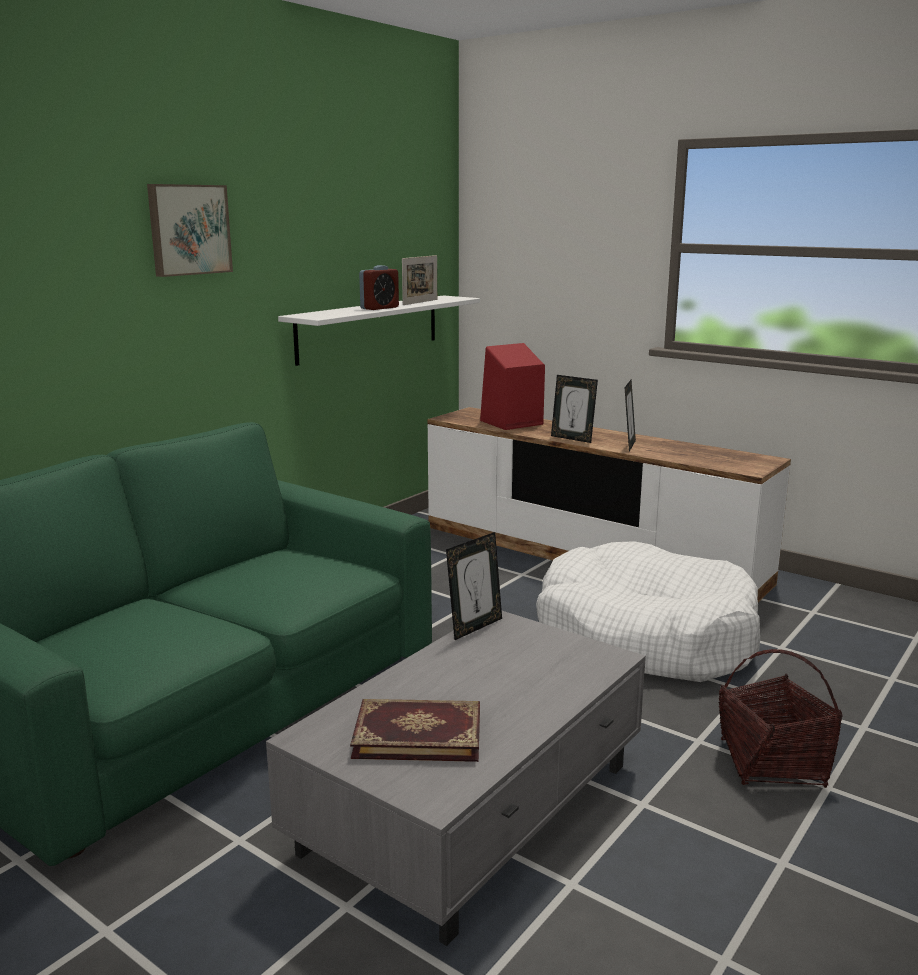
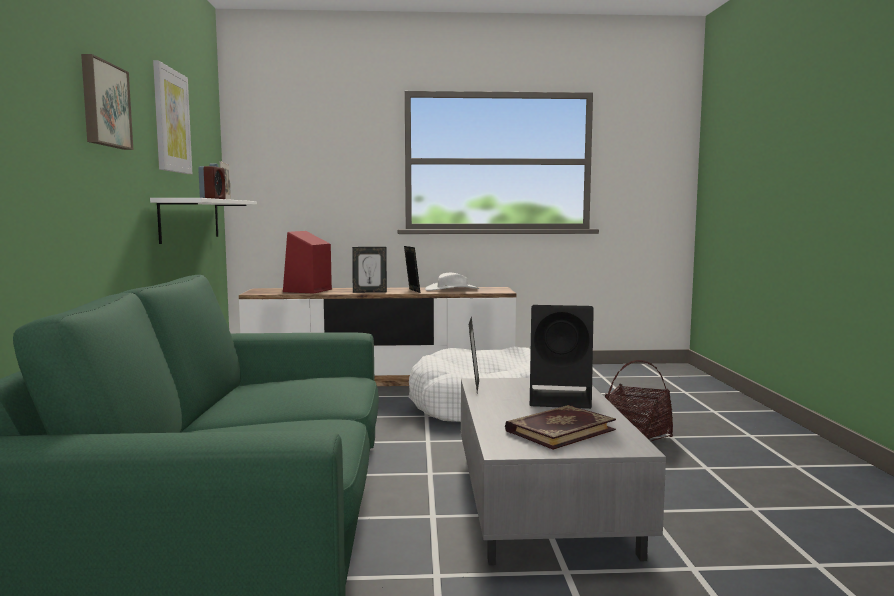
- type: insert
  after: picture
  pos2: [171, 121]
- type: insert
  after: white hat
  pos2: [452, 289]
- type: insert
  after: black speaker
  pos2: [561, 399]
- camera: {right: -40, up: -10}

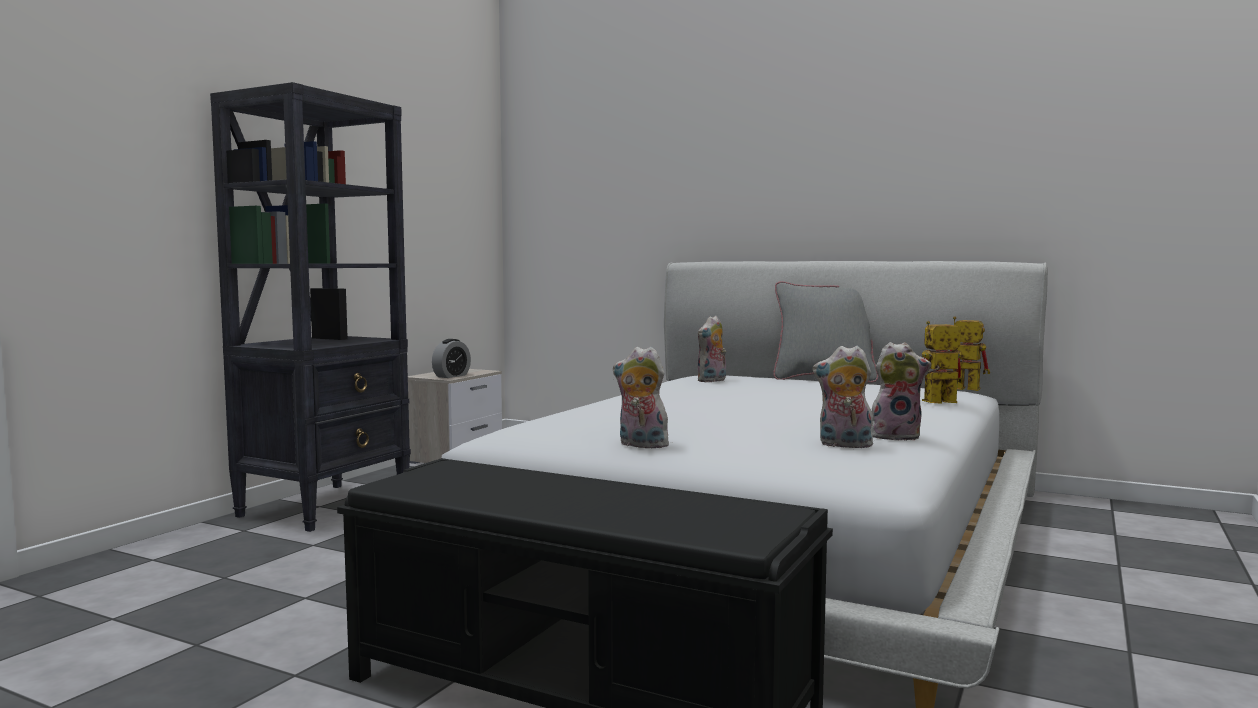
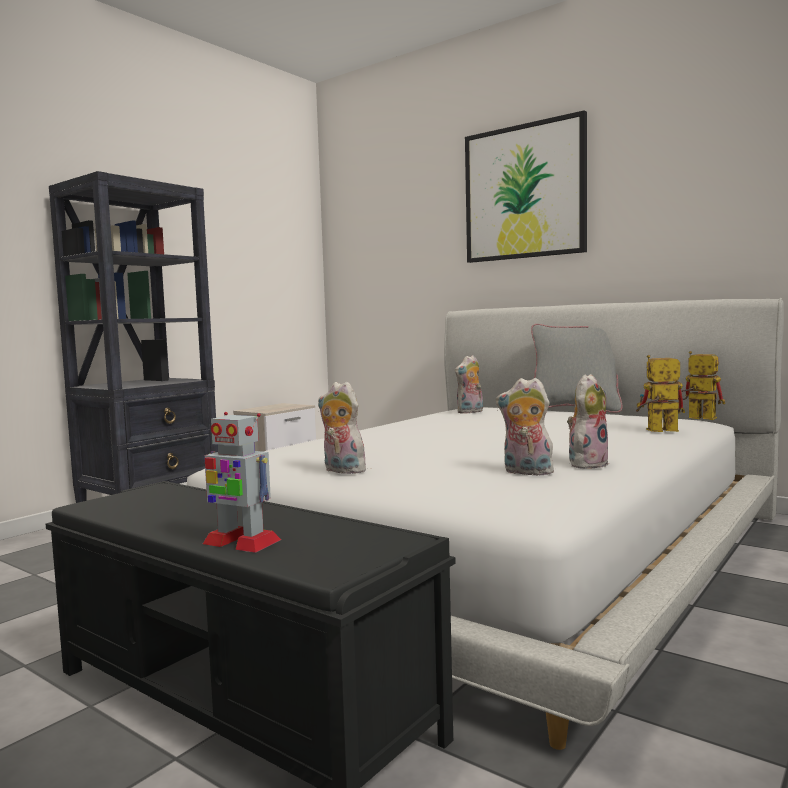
- type: insert
  after: toy robot
  pos2: [240, 542]
- type: insert
  after: picture
  pos2: [524, 192]
- type: rotate
  before: plush toy
  pos1: [896, 436]
  pos2: [587, 464]
  turn: -60
- type: delete
  before: alarm clock
  pos1: [451, 376]
- camera: {right: 10, up: 0}

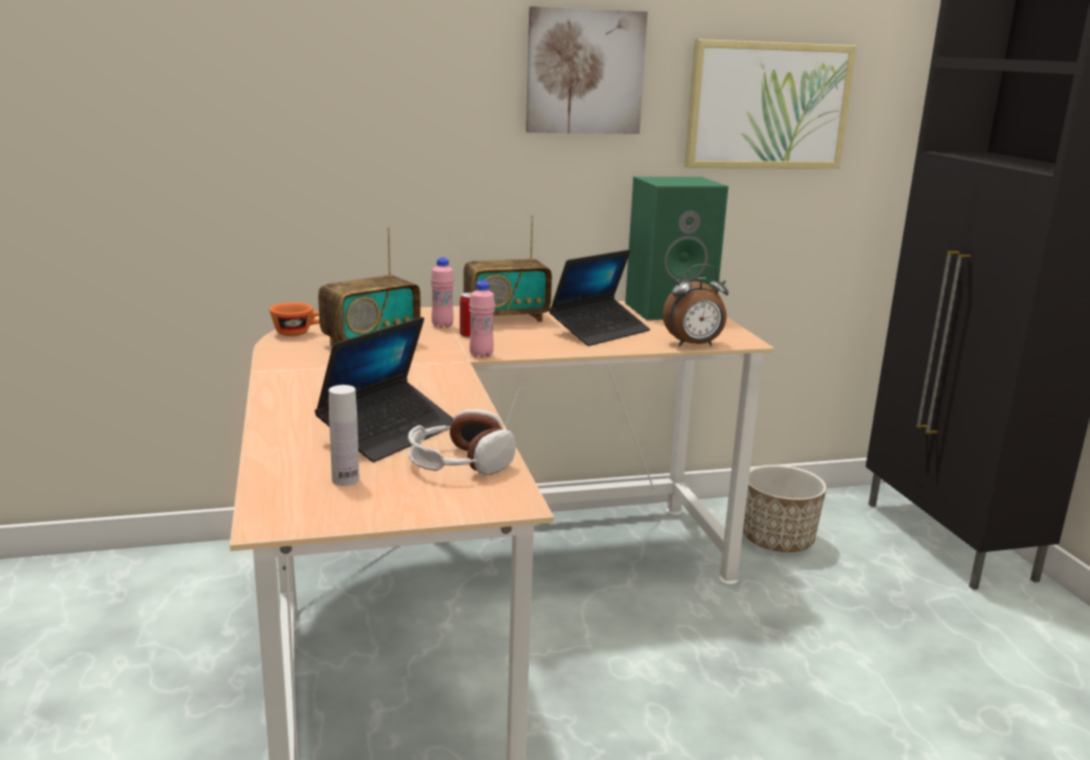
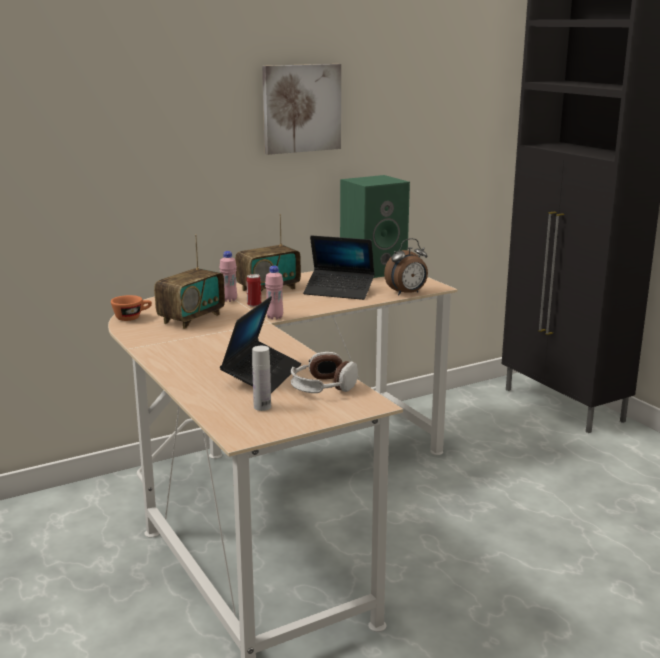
- type: rotate
  before: laptop
  pos1: [599, 331]
  pos2: [339, 291]
  turn: 75
- type: delete
  before: picture
  pos1: [767, 106]
- type: delete
  before: planter
  pos1: [777, 540]
- camera: {right: -15, up: 0}

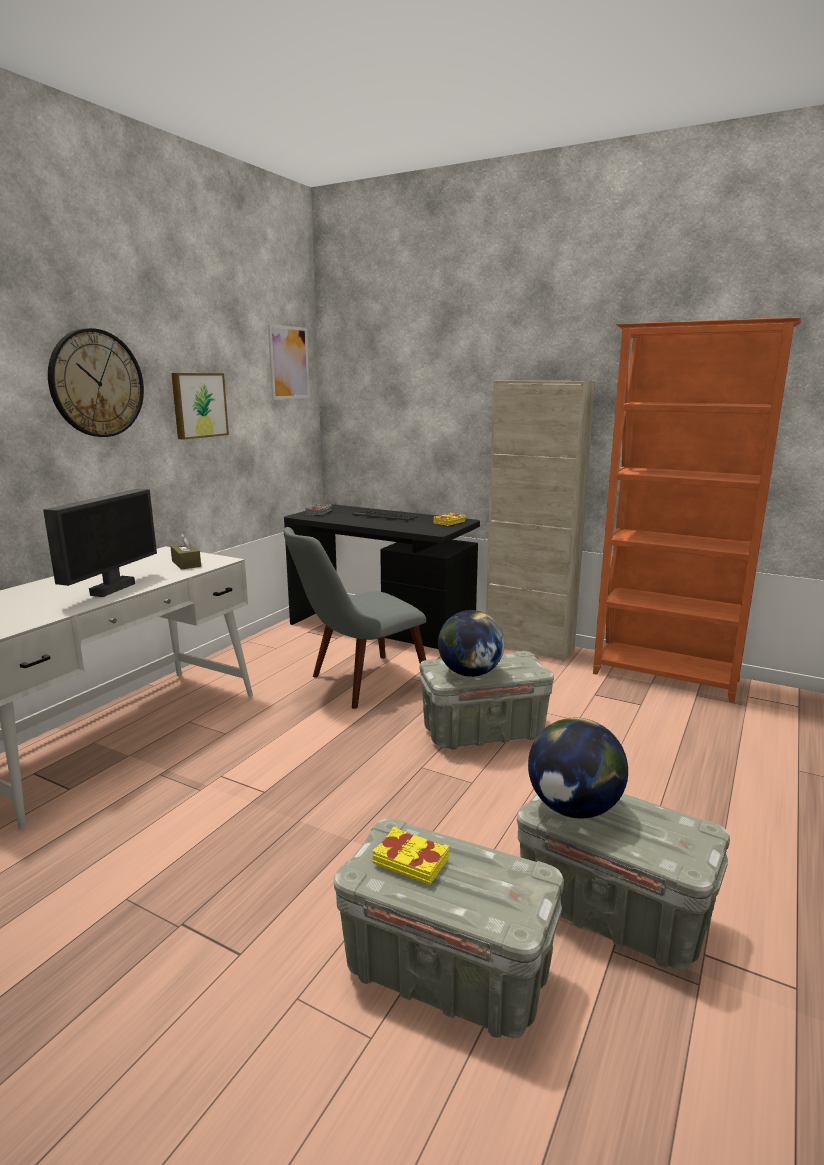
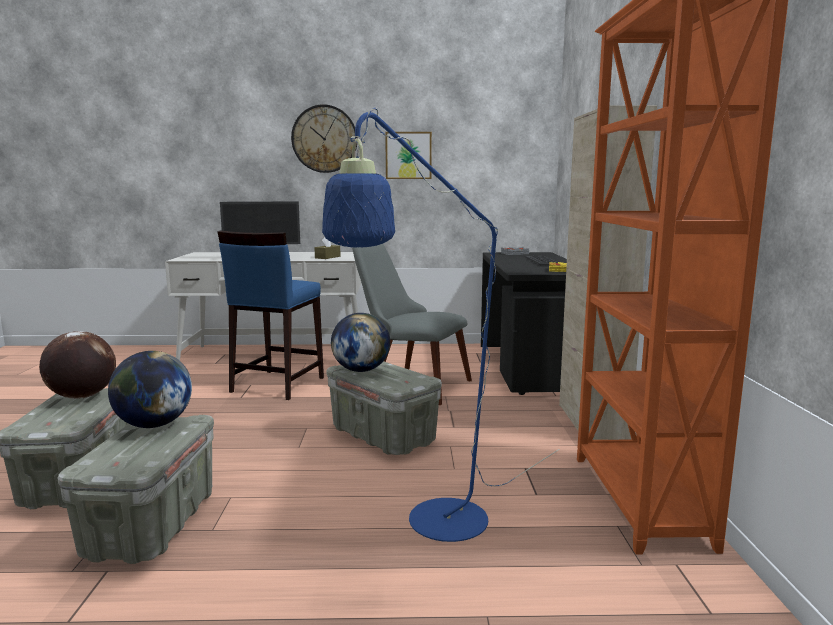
- type: replace
  before: yellow book
  after: globe
  pos1: [411, 860]
  pos2: [82, 396]
- type: insert
  after: blue stool
  pos2: [276, 385]
- type: insert
  after: blue floor lamp
  pos2: [434, 528]
- type: delete
  before: picture
  pos1: [289, 363]
- camera: {right: 60, up: -5}

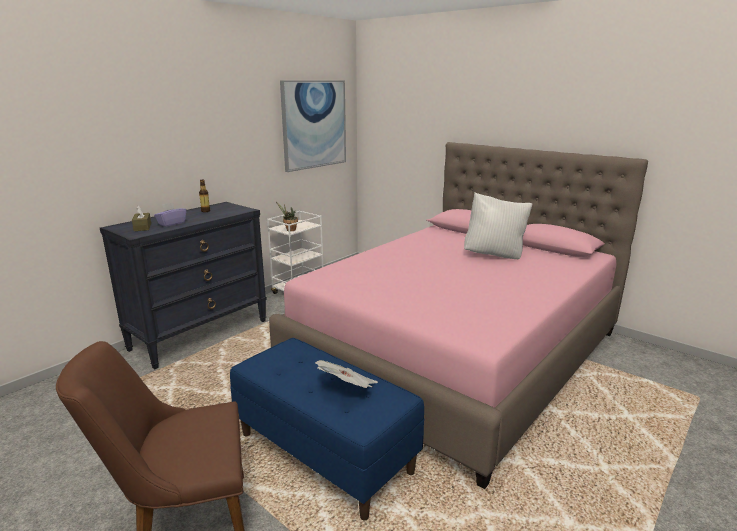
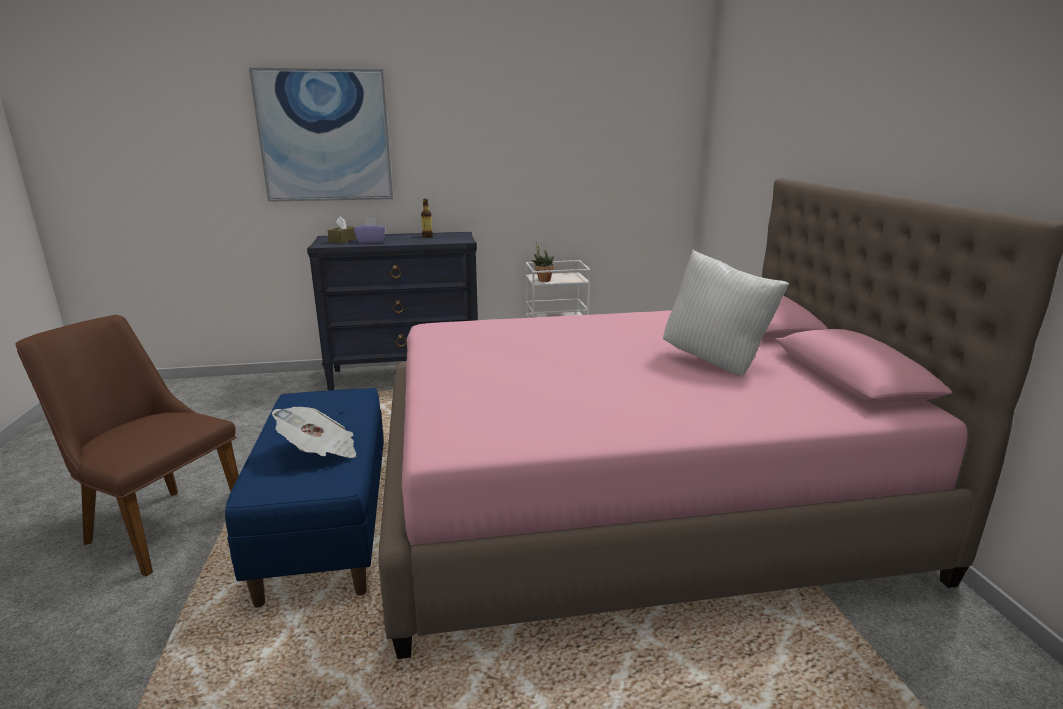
- type: move
  before: picture
  pos1: [314, 124]
  pos2: [325, 136]
- camera: {right: 40, up: 0}

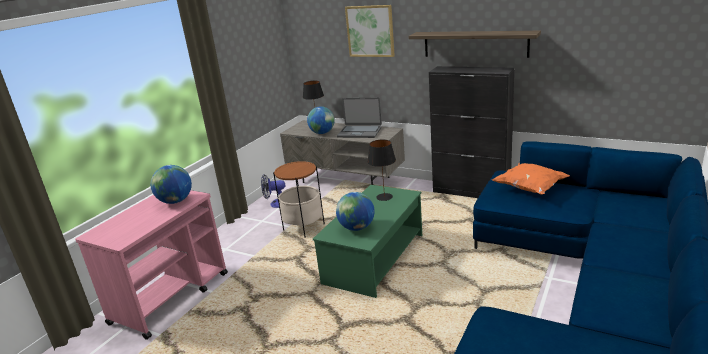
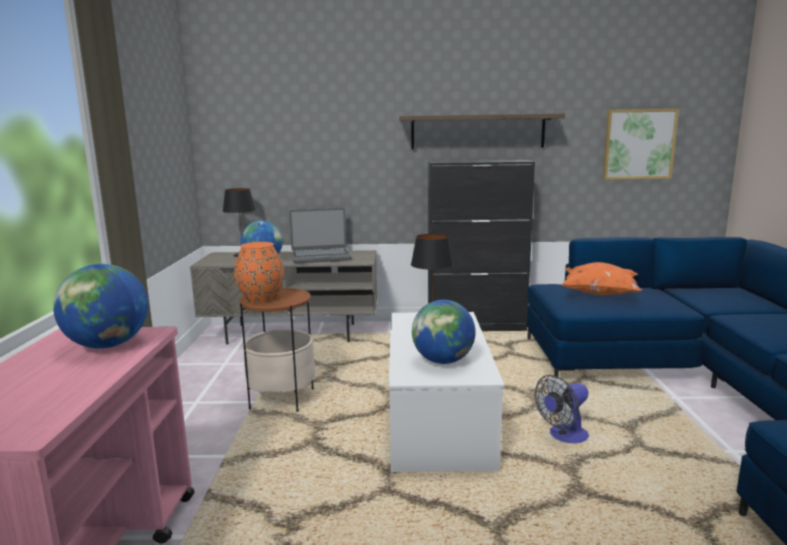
- type: insert
  after: orange vase
  pos2: [261, 298]
- type: recolor
  before: green coffee table
  after: white coffee table
  pos1: [374, 259]
  pos2: [437, 420]
- type: move
  before: fan
  pos1: [276, 204]
  pos2: [563, 437]
- type: move
  before: picture
  pos1: [370, 31]
  pos2: [638, 144]
- camera: {right: -30, up: -10}

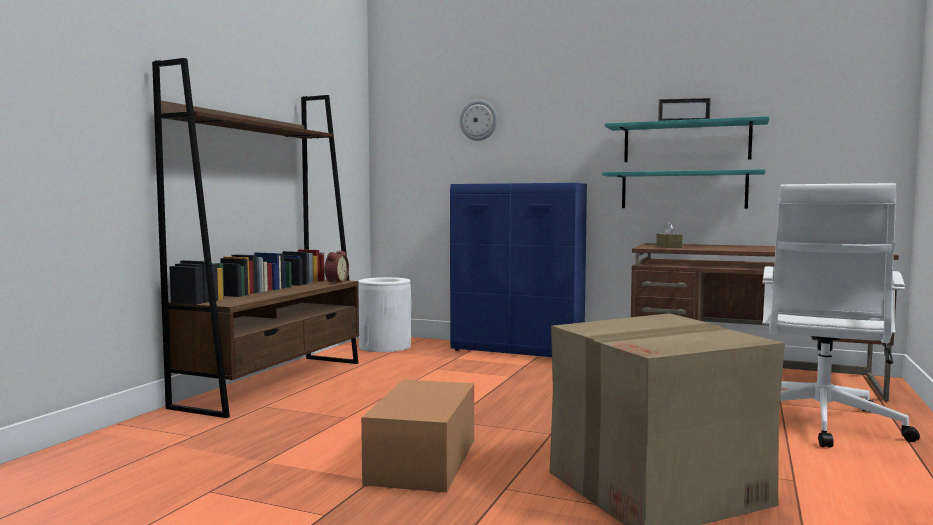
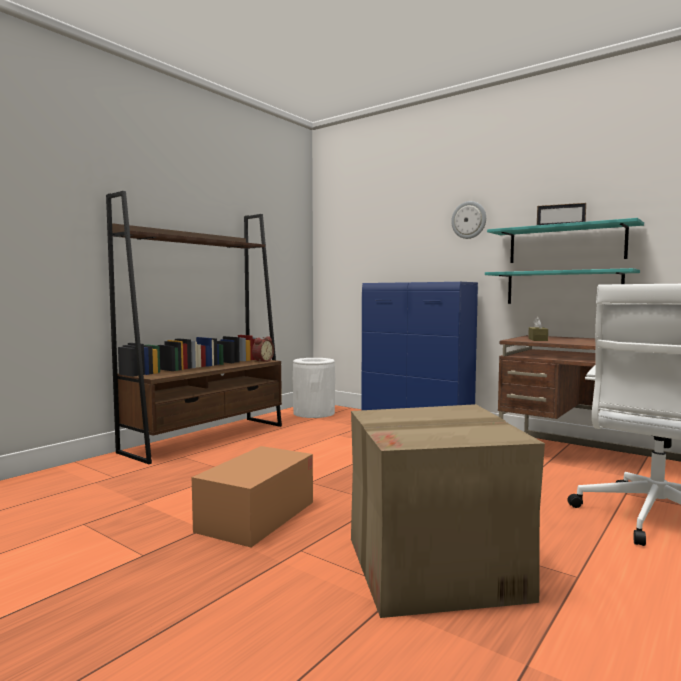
- type: move
  before: wall clock
  pos1: [478, 120]
  pos2: [469, 220]
- camera: {right: 15, up: 0}

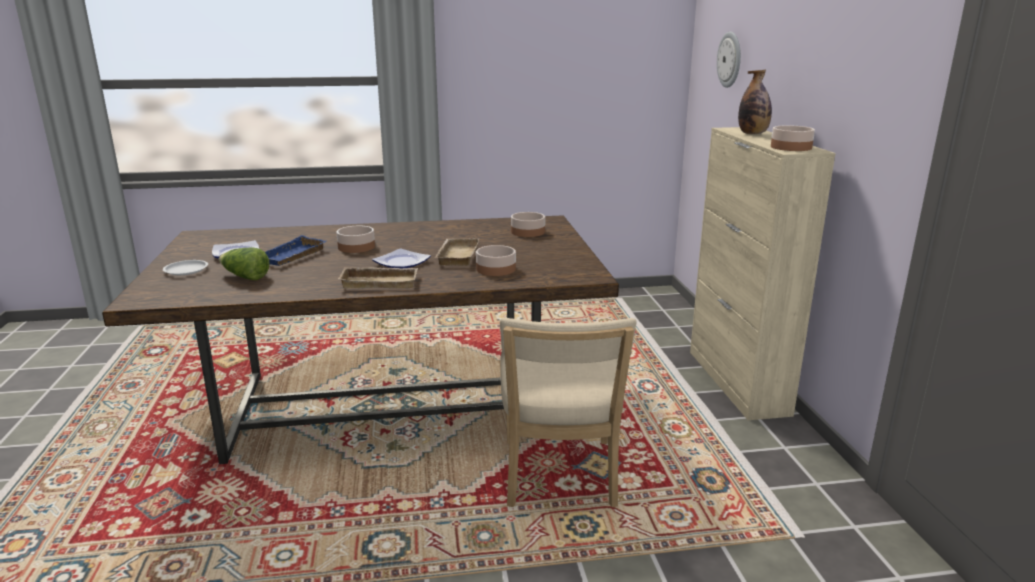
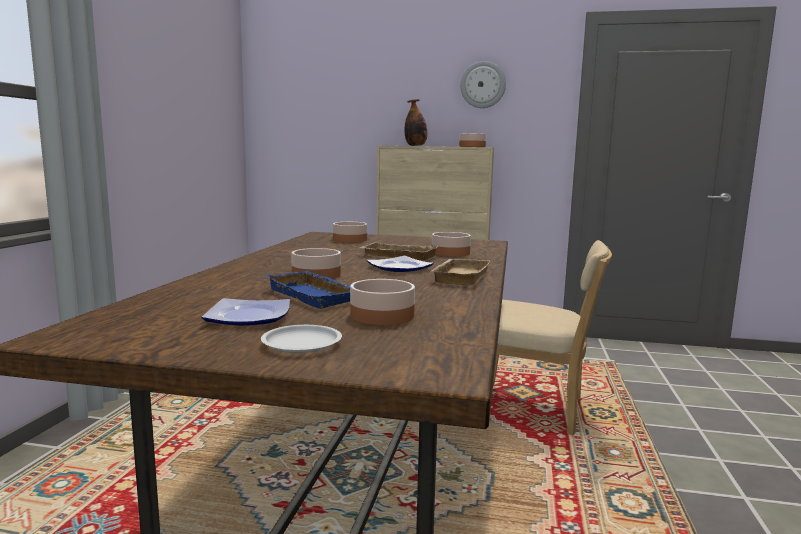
- type: replace
  before: lettuce
  after: bowl
  pos1: [245, 277]
  pos2: [383, 316]
- type: move
  before: wall clock
  pos1: [730, 59]
  pos2: [483, 85]
- camera: {right: -70, up: -10}

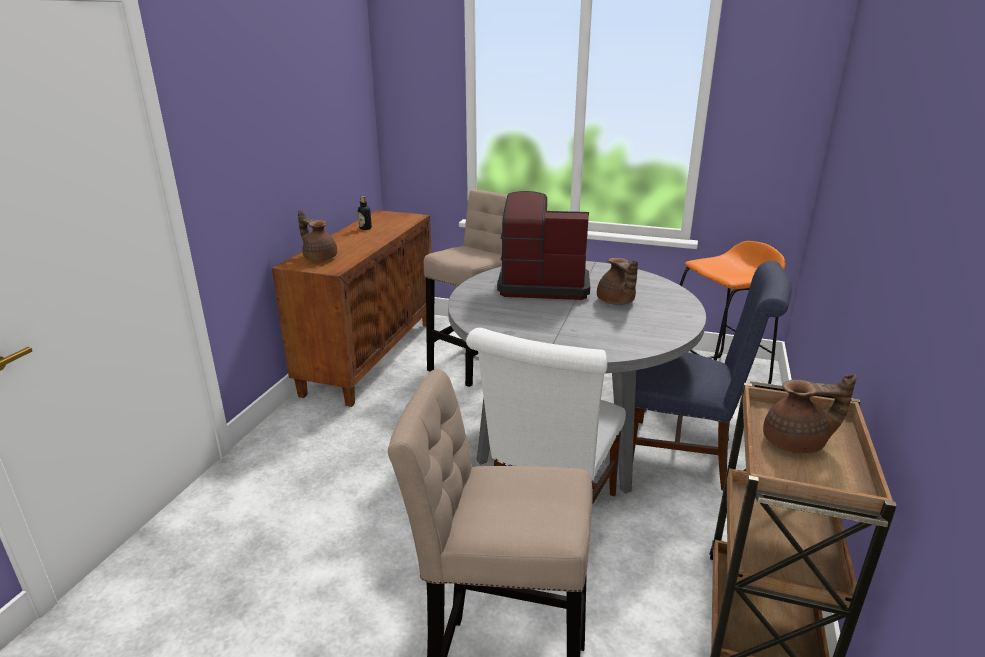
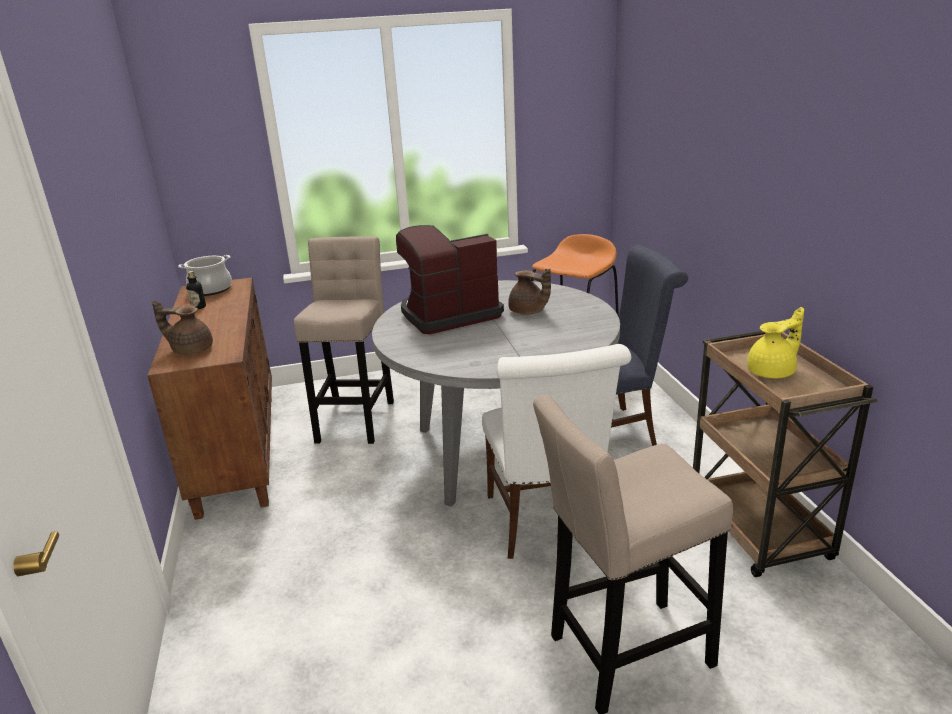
- type: insert
  after: cooking pot
  pos2: [211, 289]
- type: recolor
  before: brown teapot
  after: yellow teapot
  pos1: [796, 443]
  pos2: [773, 372]
- camera: {right: -30, up: 0}

